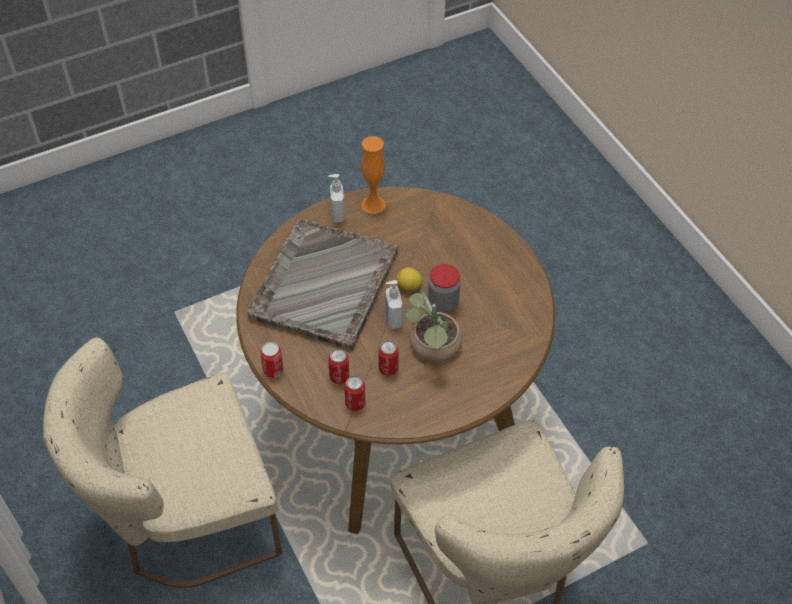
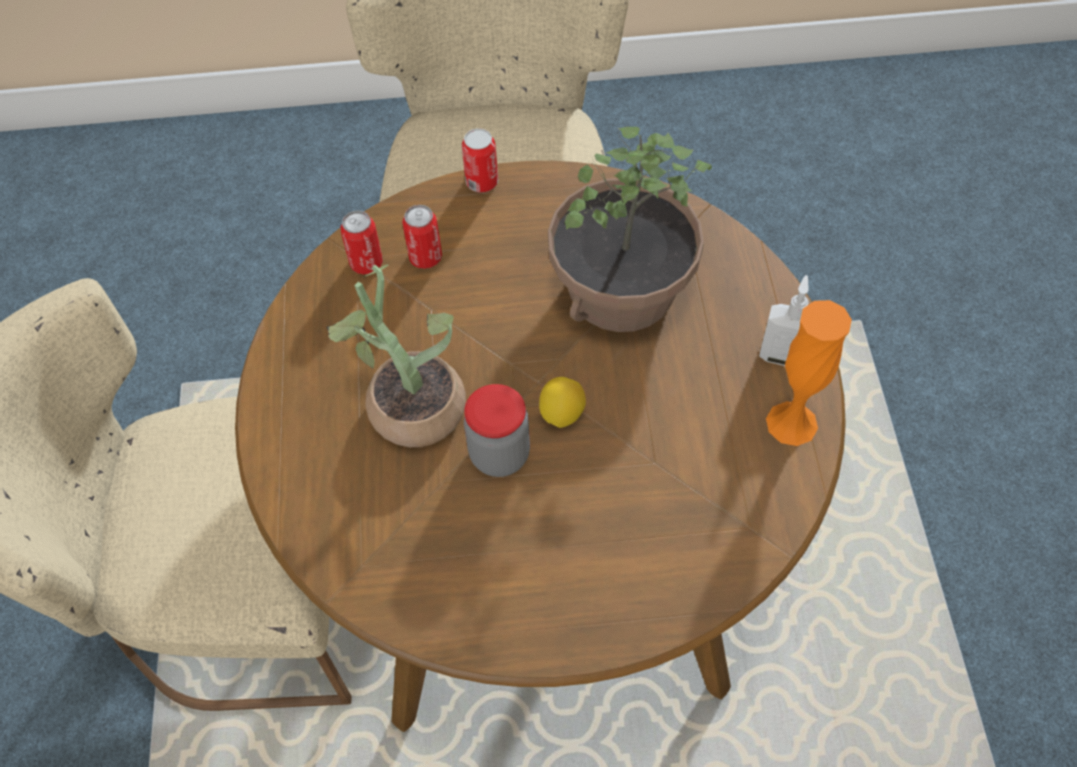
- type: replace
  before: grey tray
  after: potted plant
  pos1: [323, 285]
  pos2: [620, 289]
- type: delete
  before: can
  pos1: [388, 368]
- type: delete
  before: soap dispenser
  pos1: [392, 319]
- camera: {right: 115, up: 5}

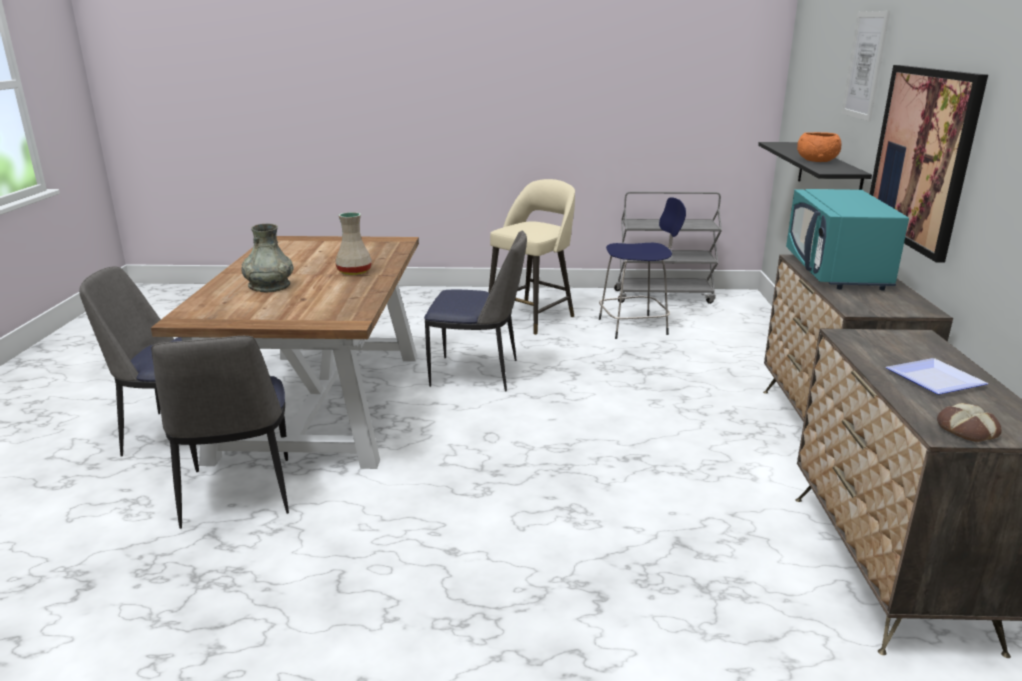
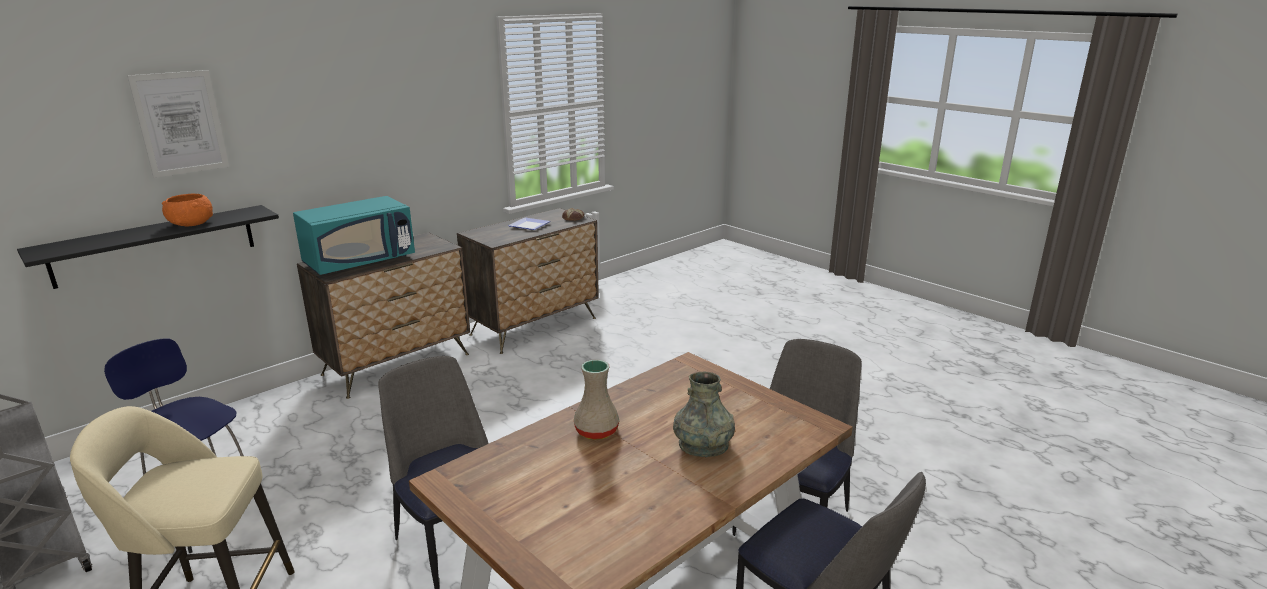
- type: delete
  before: picture
  pos1: [921, 157]
- camera: {right: -135, up: 0}

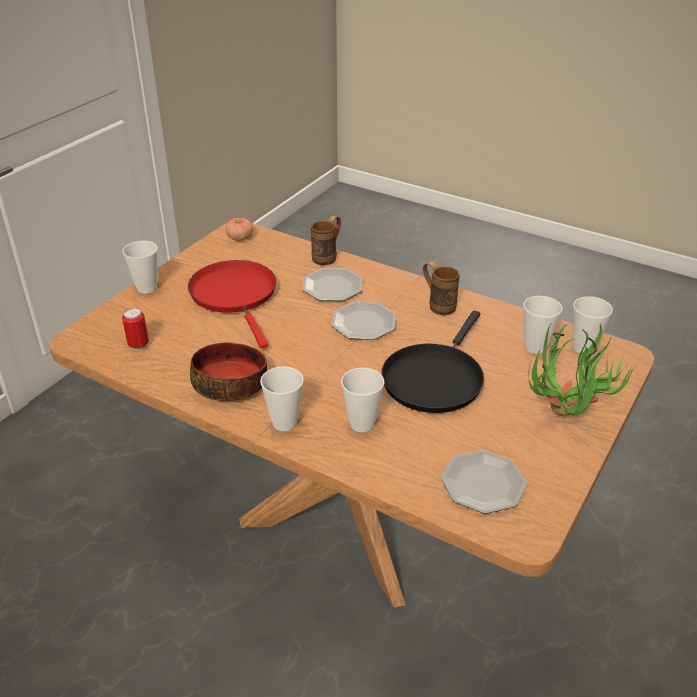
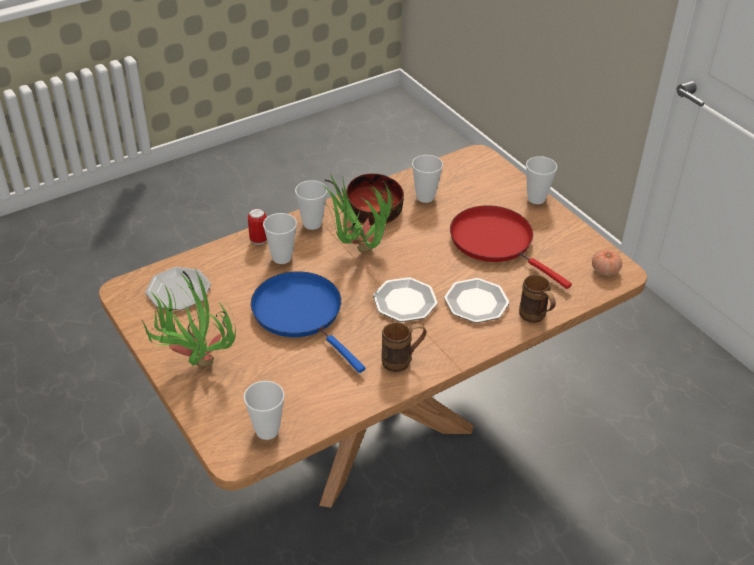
- type: move
  before: can
  pos1: [138, 345]
  pos2: [259, 240]
- type: recolor
  before: black frying pan
  after: blue frying pan
  pos1: [434, 378]
  pos2: [301, 313]
- type: insert
  after: potted plant
  pos2: [357, 254]
- type: move
  before: cup
  pos1: [535, 347]
  pos2: [425, 197]
- type: rotate
  before: red frying pan
  pos1: [235, 295]
  pos2: [496, 242]
  turn: -135
- camera: {right: 115, up: 5}

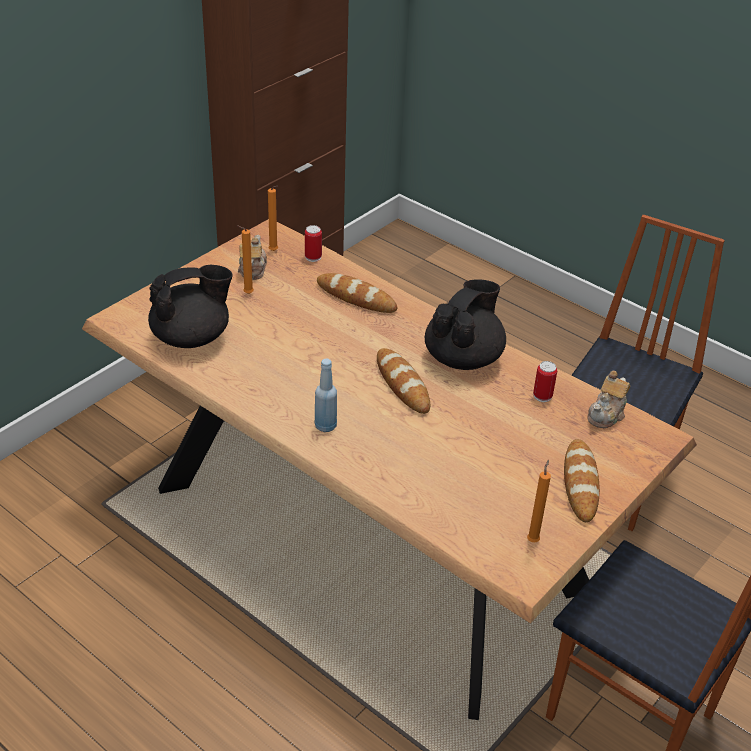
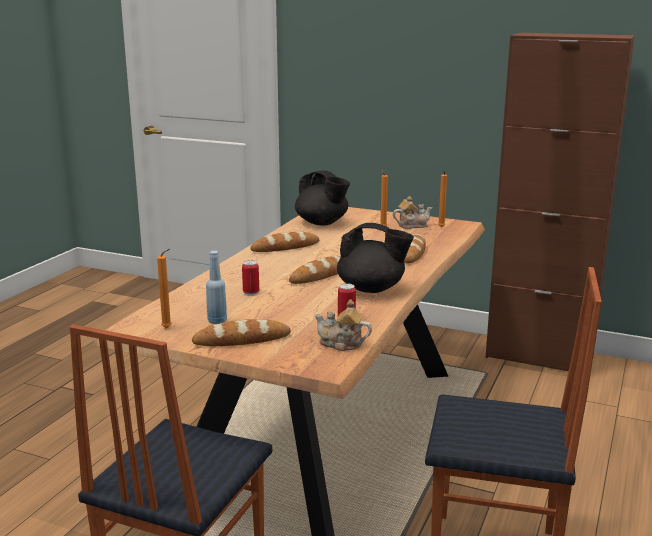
- type: move
  before: blue bottle
  pos1: [325, 426]
  pos2: [217, 321]
- type: move
  before: can
  pos1: [313, 257]
  pos2: [251, 293]
- type: insert
  after: bread
  pos2: [285, 247]
- camera: {right: 75, up: -20}

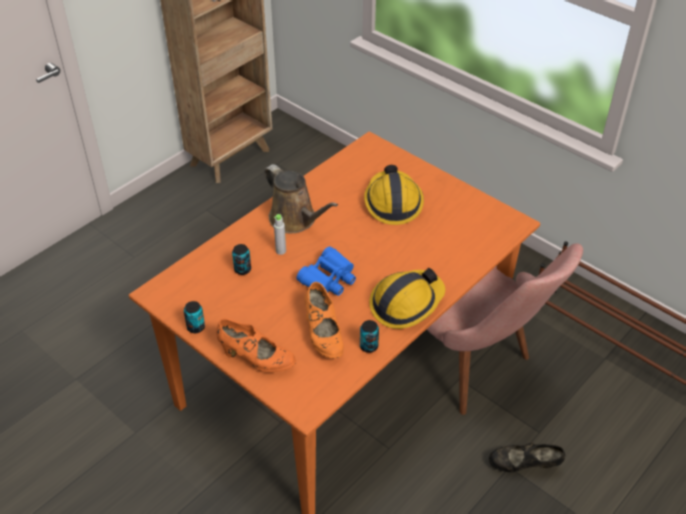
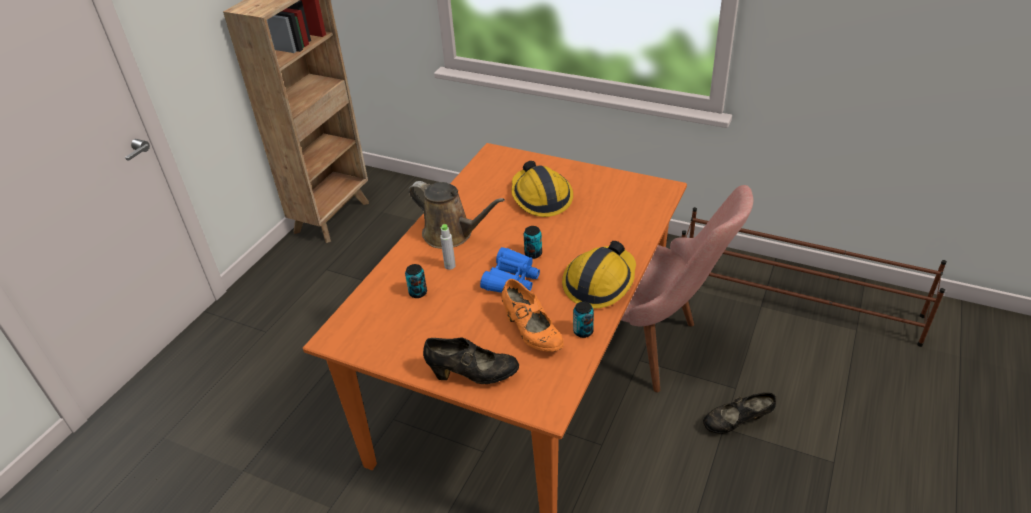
- type: recolor
  before: orange shoe
  after: black shoe
  pos1: [256, 359]
  pos2: [473, 375]
- type: move
  before: can
  pos1: [196, 327]
  pos2: [533, 254]
- camera: {right: -15, up: -5}

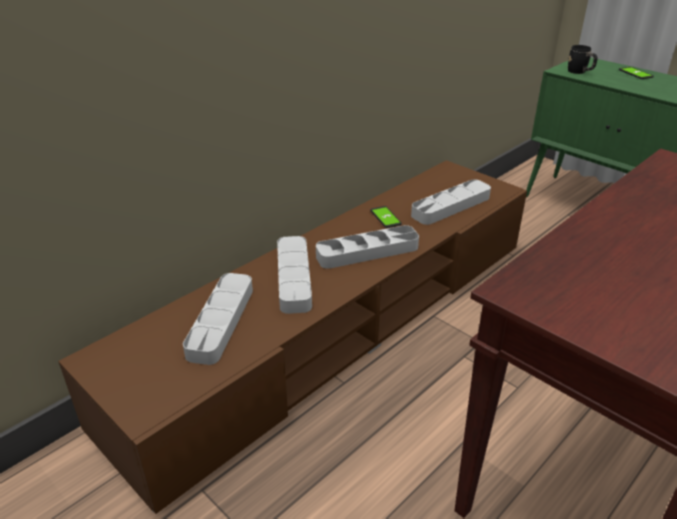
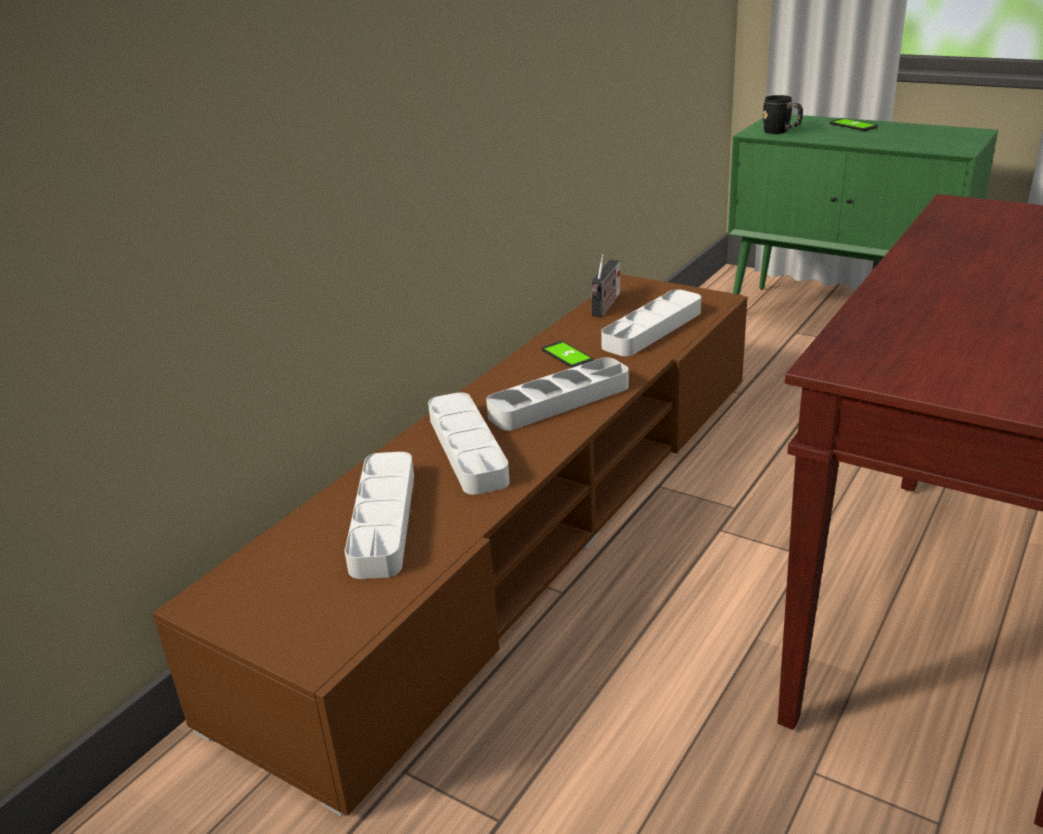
- type: insert
  after: radio
  pos2: [606, 306]
- camera: {right: -10, up: -5}

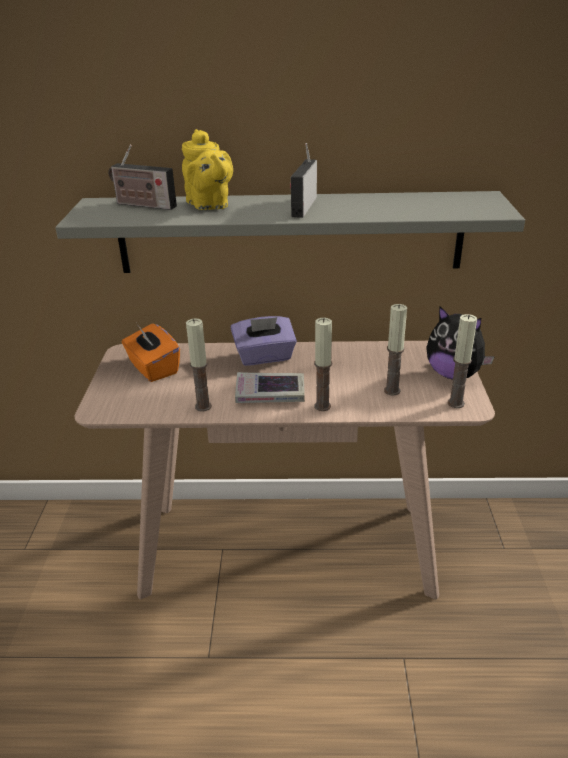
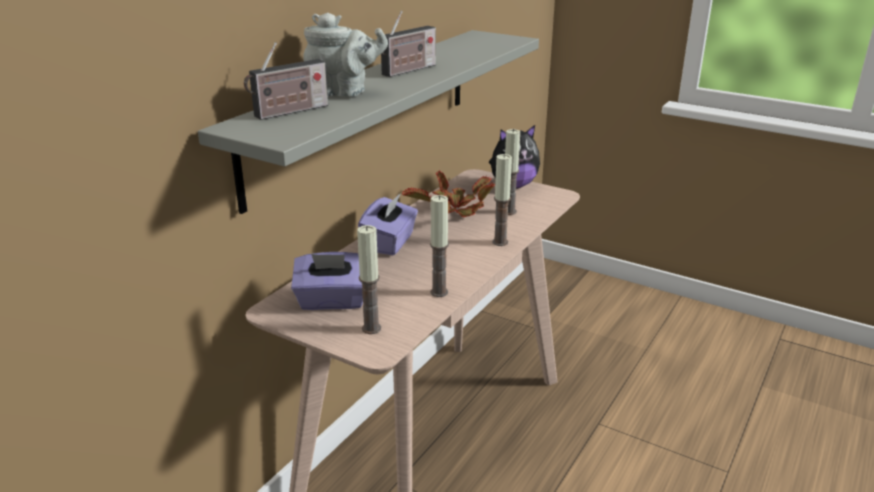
- type: recolor
  before: orange tissue box
  after: purple tissue box
  pos1: [153, 368]
  pos2: [332, 301]
- type: recolor
  before: yellow teapot
  after: grey teapot
  pos1: [209, 205]
  pos2: [343, 93]
- type: move
  before: candle
  pos1: [456, 403]
  pos2: [371, 328]
- type: rotate
  before: radio
  pos1: [304, 205]
  pos2: [407, 70]
  turn: -90
- type: insert
  after: potted plant
  pos2: [453, 210]
- type: delete
  before: book
  pos1: [270, 393]
- camera: {right: -60, up: -5}

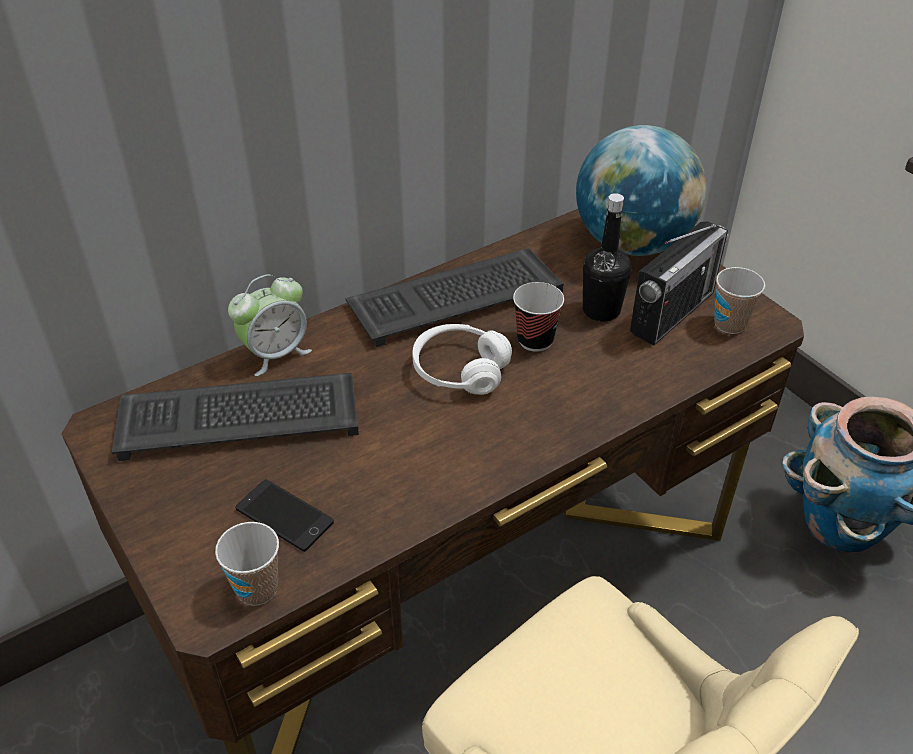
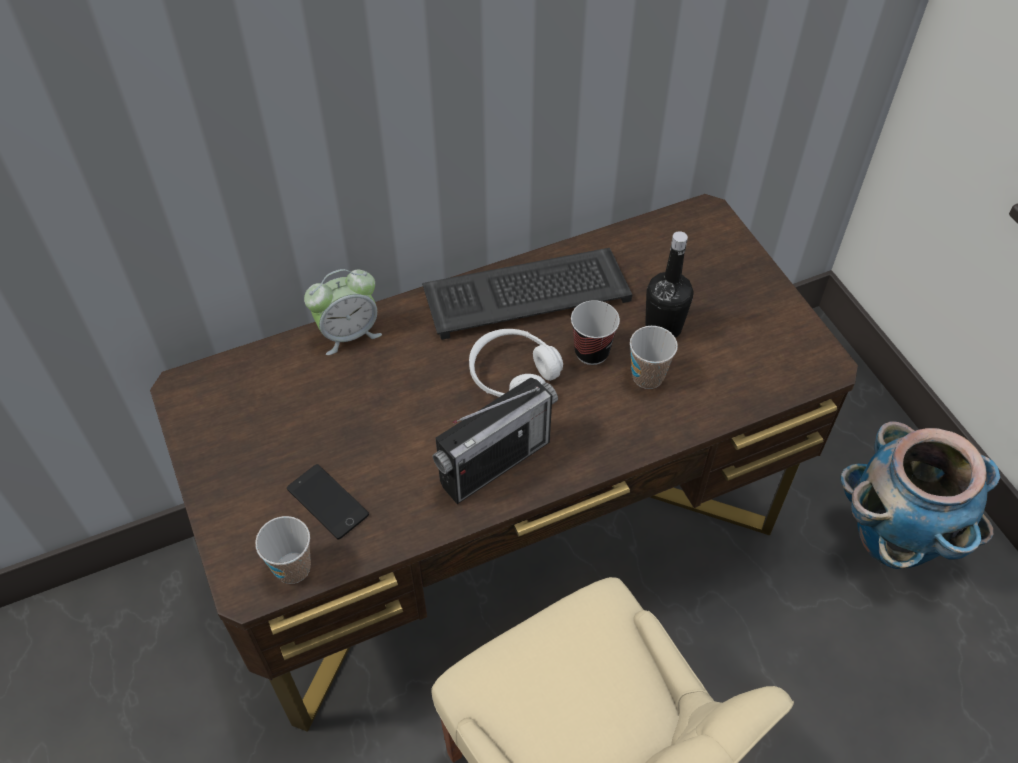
- type: move
  before: radio
  pos1: [672, 312]
  pos2: [495, 462]
- type: move
  before: cup
  pos1: [730, 324]
  pos2: [647, 377]
- type: delete
  before: keyboard
  pos1: [241, 416]
- type: delete
  before: globe
  pos1: [633, 243]
- camera: {right: 10, up: 10}

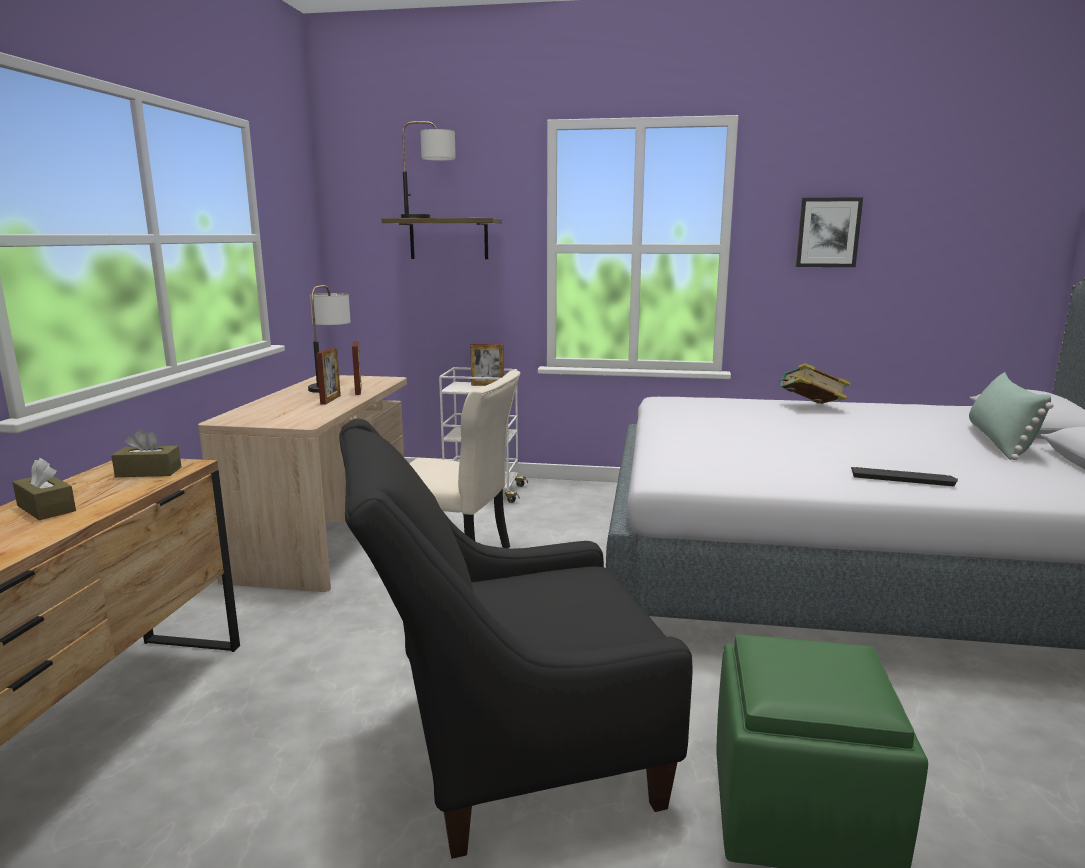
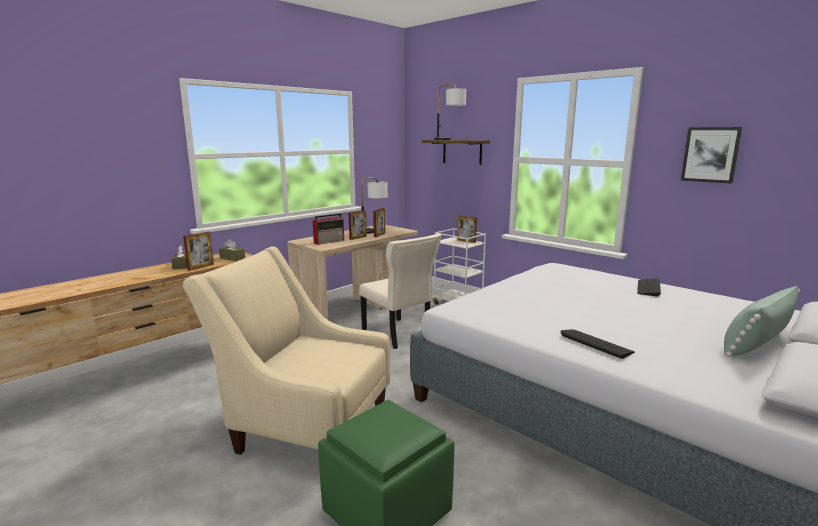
- type: insert
  after: picture frame
  pos2: [201, 267]
- type: recolor
  before: black armchair
  after: beige armchair
  pos1: [506, 752]
  pos2: [304, 425]
- type: insert
  after: radio
  pos2: [329, 241]
- type: replace
  before: book
  after: keyboard
  pos1: [810, 407]
  pos2: [648, 288]
- camera: {right: 35, up: 0}

